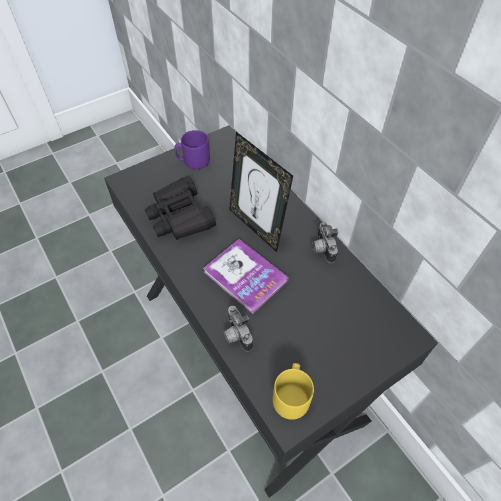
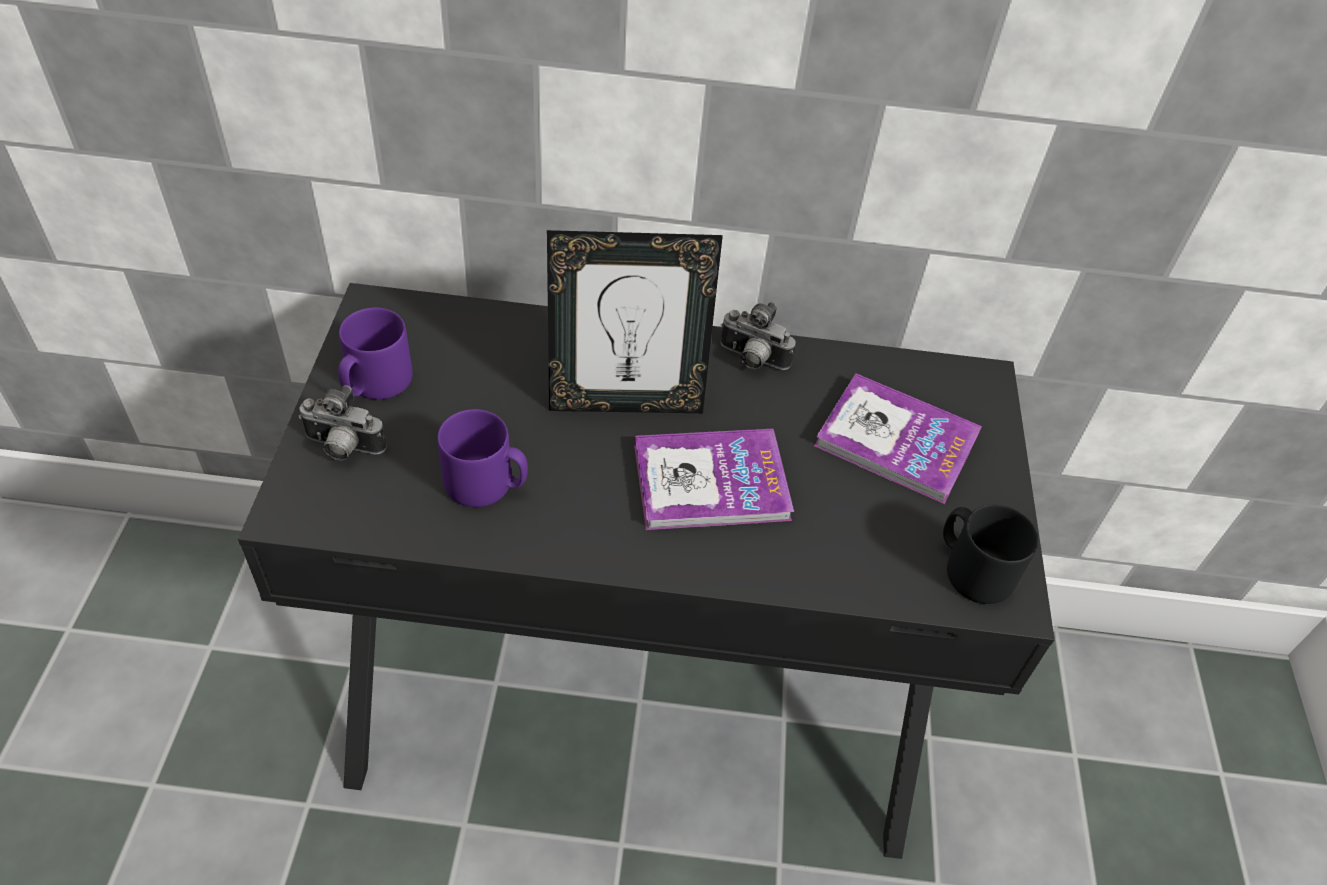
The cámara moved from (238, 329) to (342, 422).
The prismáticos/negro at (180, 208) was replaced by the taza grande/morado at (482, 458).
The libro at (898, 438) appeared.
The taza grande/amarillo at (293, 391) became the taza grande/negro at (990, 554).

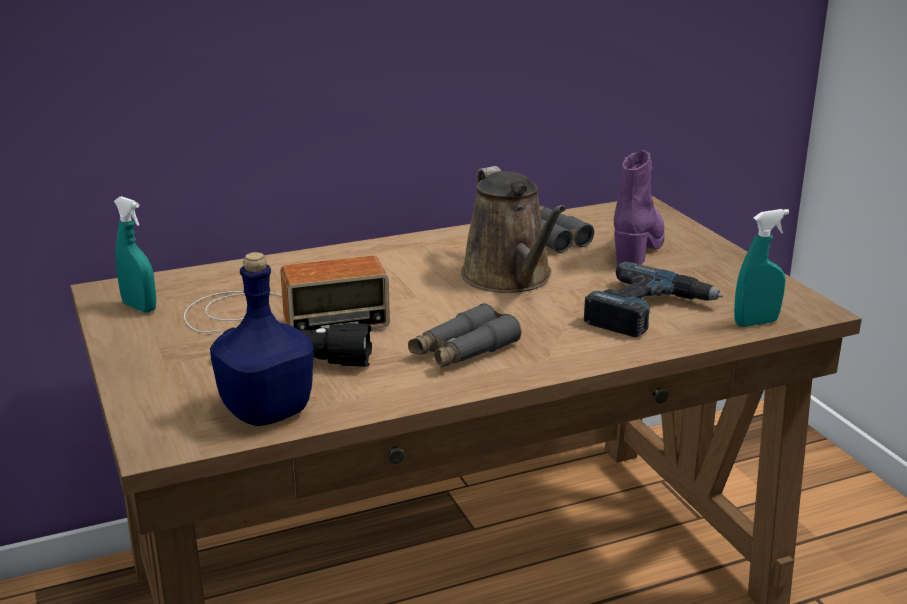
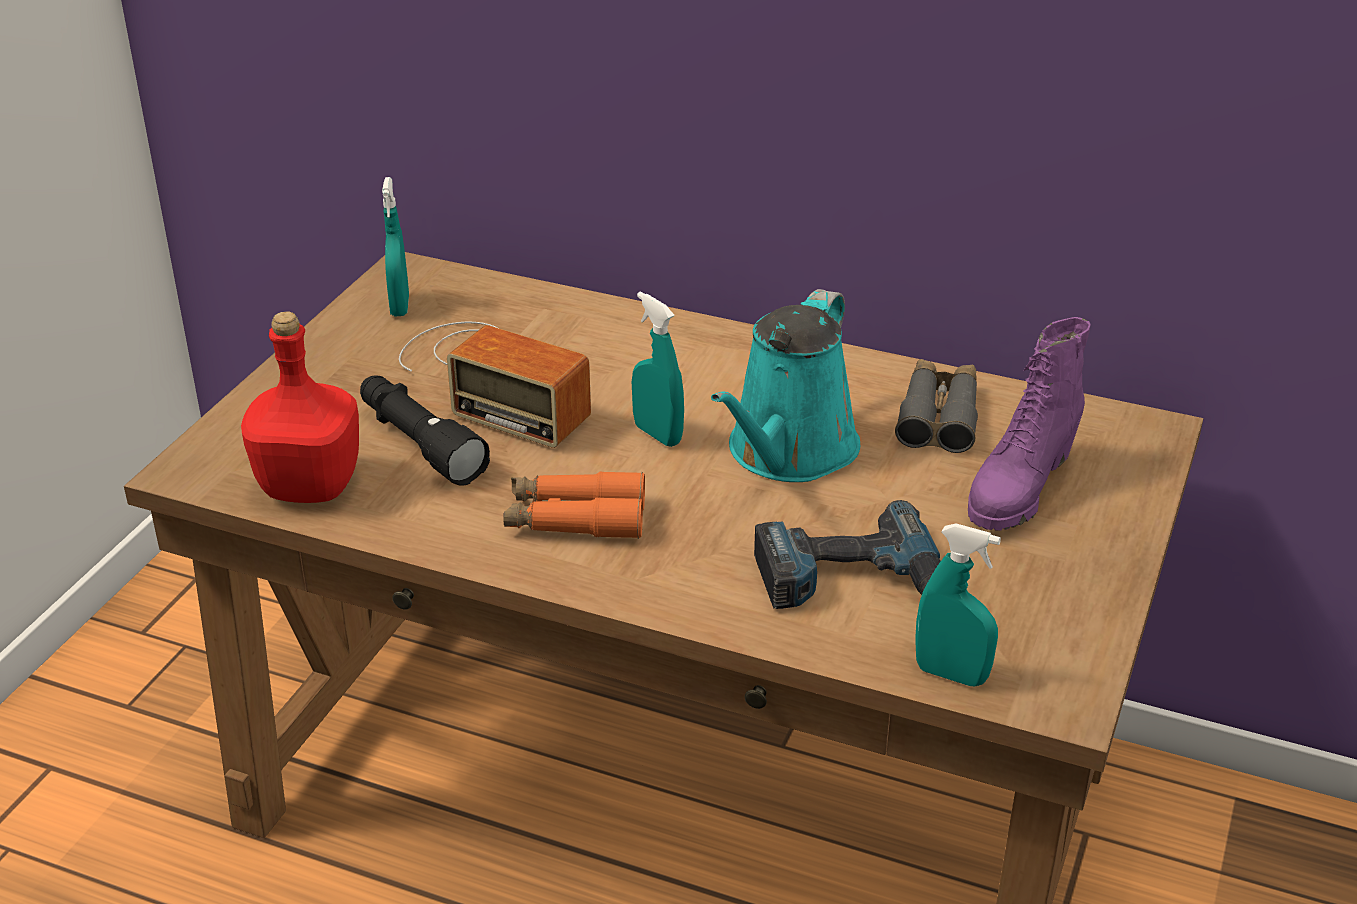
The botella/azul at (262, 339) became the botella/rojo at (300, 407).
The prismáticos/gris at (464, 335) became the prismáticos/naranja at (574, 505).
The pulverizador/turquesa at (658, 369) appeared.
The regadera/marrón at (513, 229) became the regadera/turquesa at (785, 385).
The bota/morado at (639, 208) turned 150 degrees clockwise.

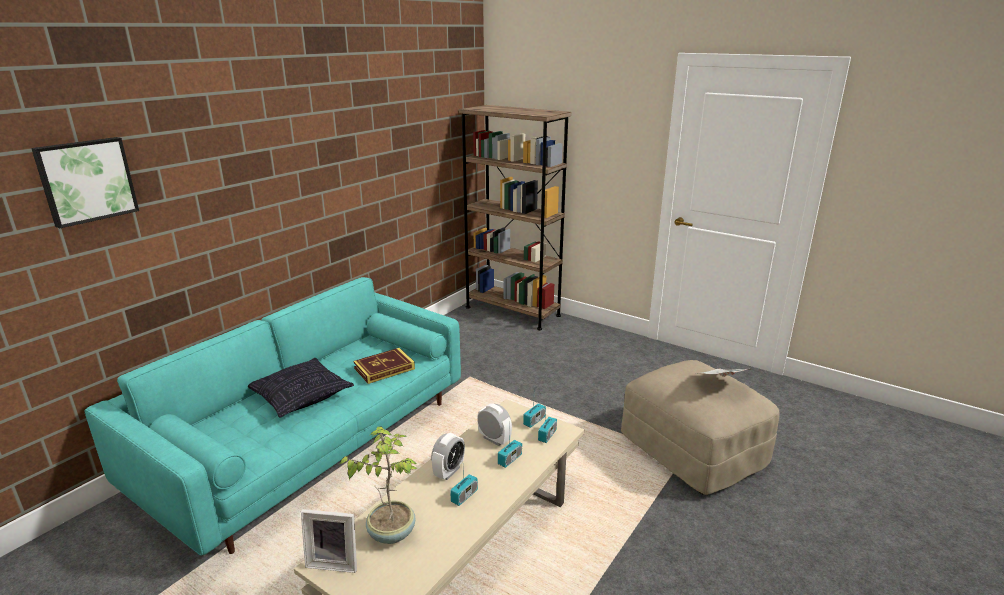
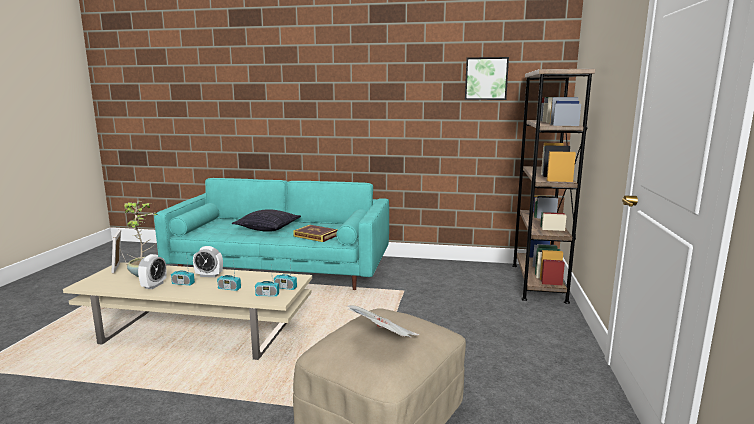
The despertador moved from (494, 424) to (152, 271).
The cuadro moved from (85, 183) to (487, 78).

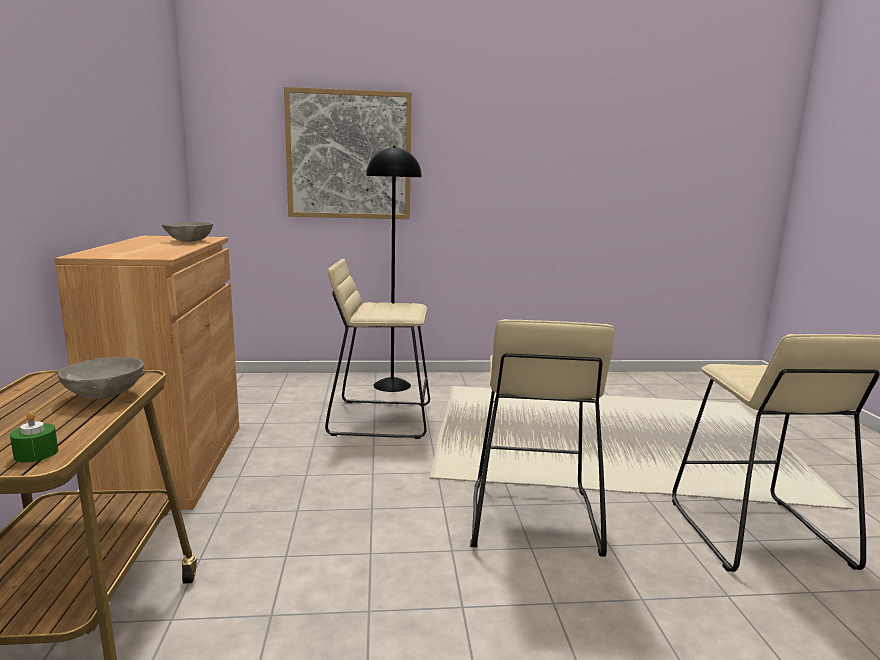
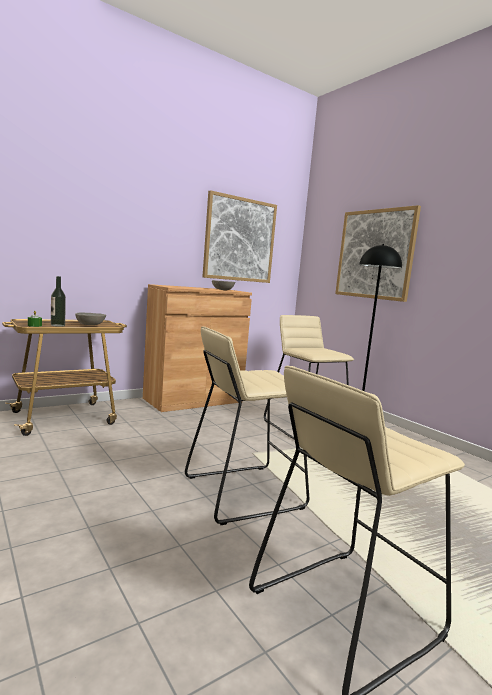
The botella at (58, 301) appeared.
The cuadro at (240, 236) appeared.

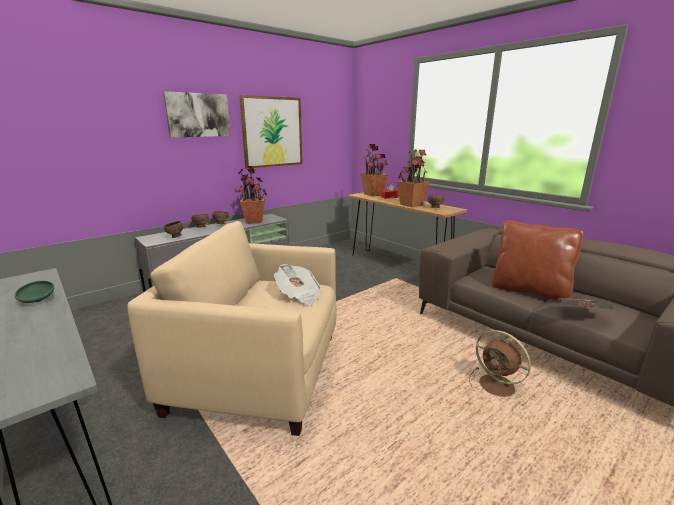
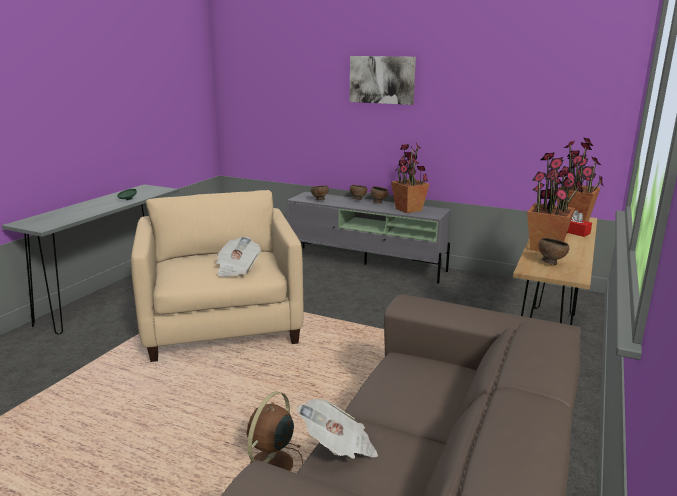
The cuadro at (271, 132) disappeared.
The cojín/marrón at (538, 260) disappeared.

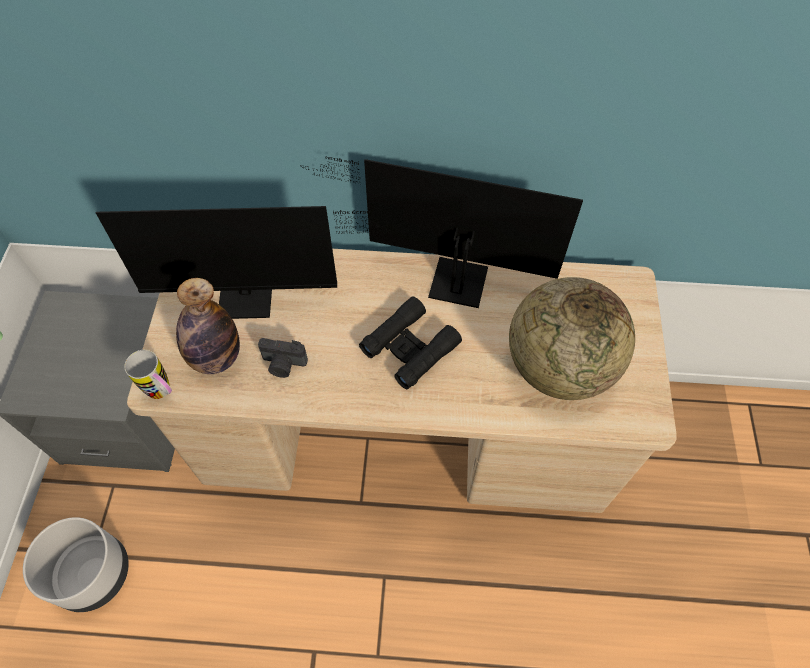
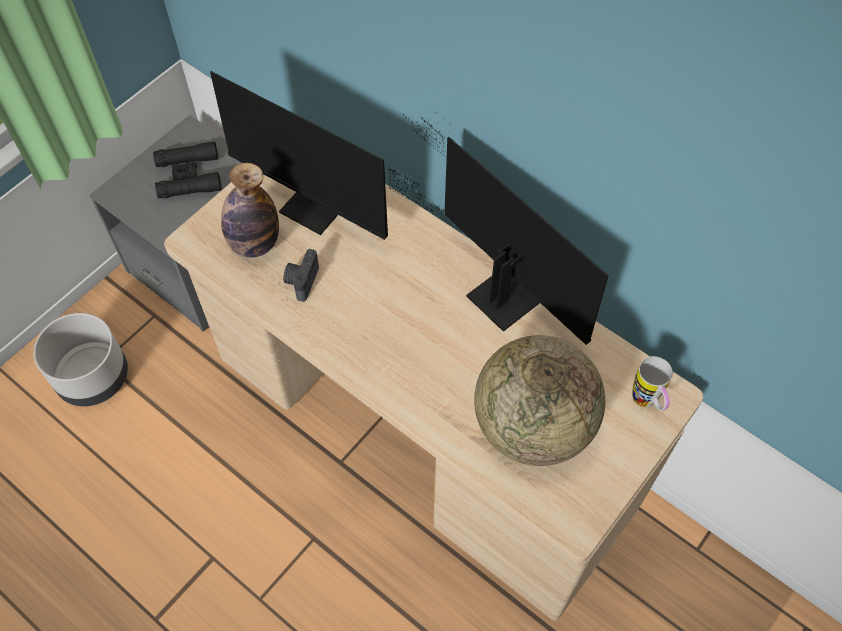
The prismáticos/negro moved from (410, 343) to (187, 169).
The cámara at (283, 358) turned 60 degrees clockwise.
The taza grande moved from (148, 374) to (652, 383).

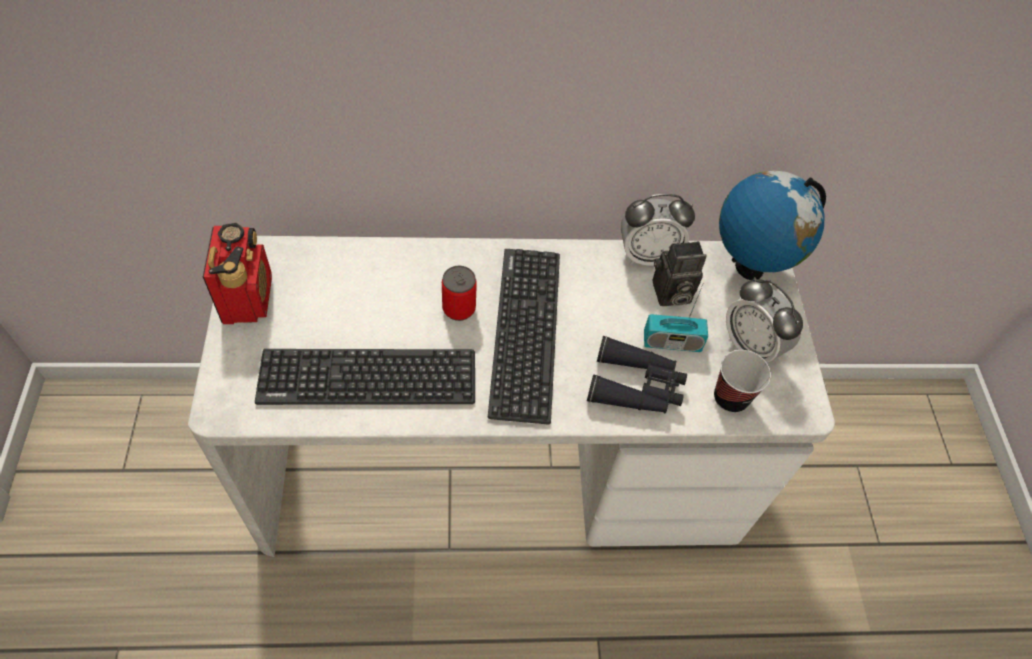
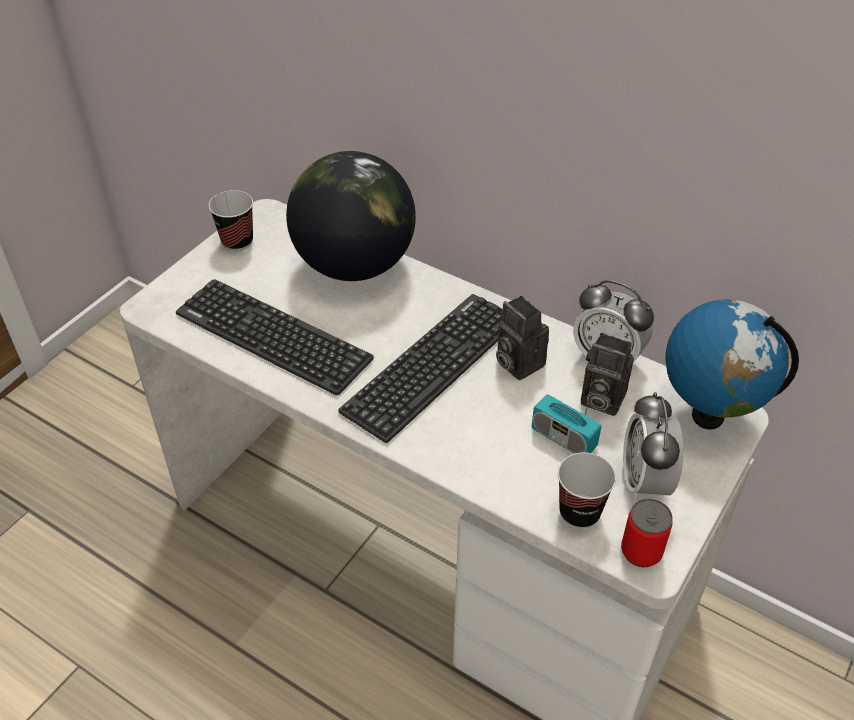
The radio at (237, 273) was replaced by the taza at (231, 220).
The globo terráqueo at (351, 216) appeared.
The cámara at (522, 338) appeared.
The lata moved from (459, 293) to (647, 533).
The prismáticos/negro at (637, 375) disappeared.

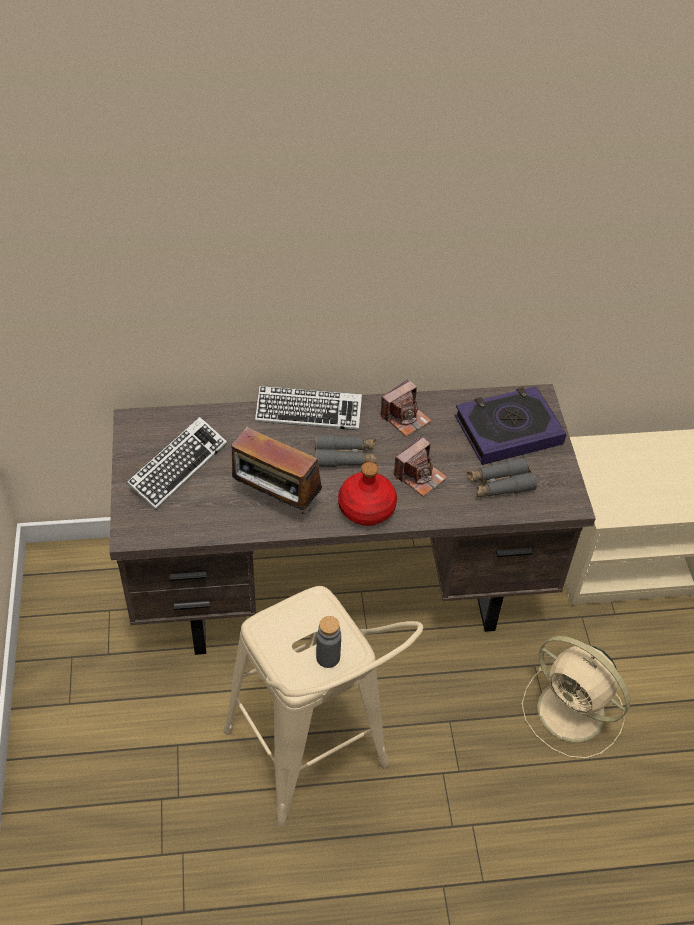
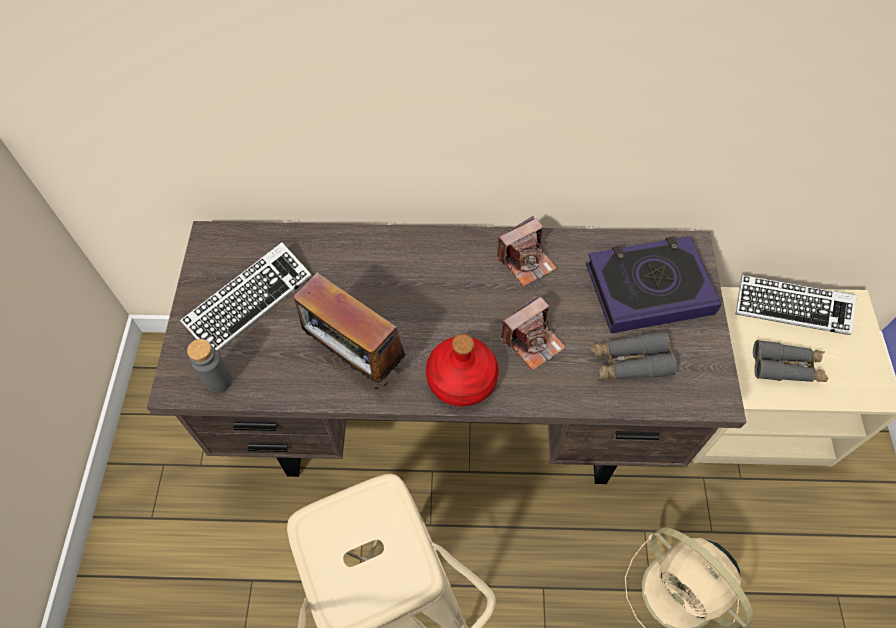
The botella/gris moved from (328, 642) to (209, 366).
The teclado moved from (308, 408) to (796, 305).
The prismáticos/gris moved from (346, 450) to (791, 361).

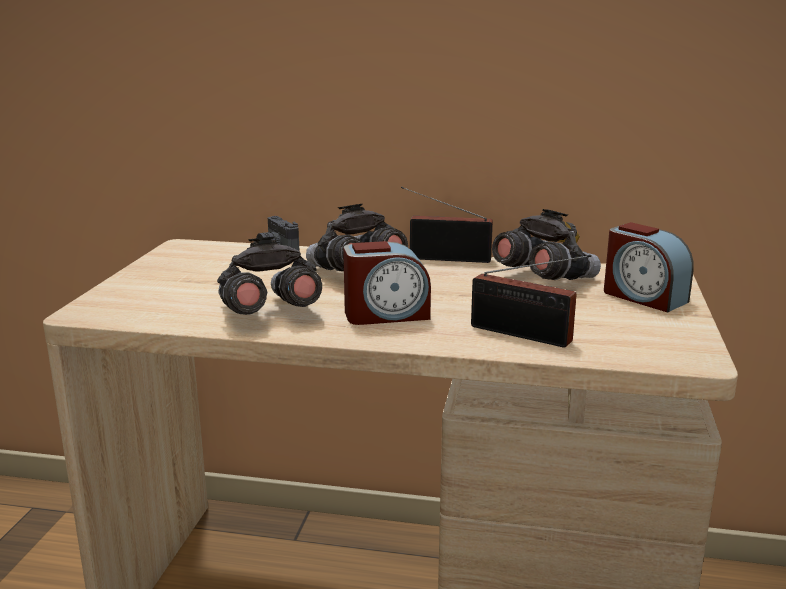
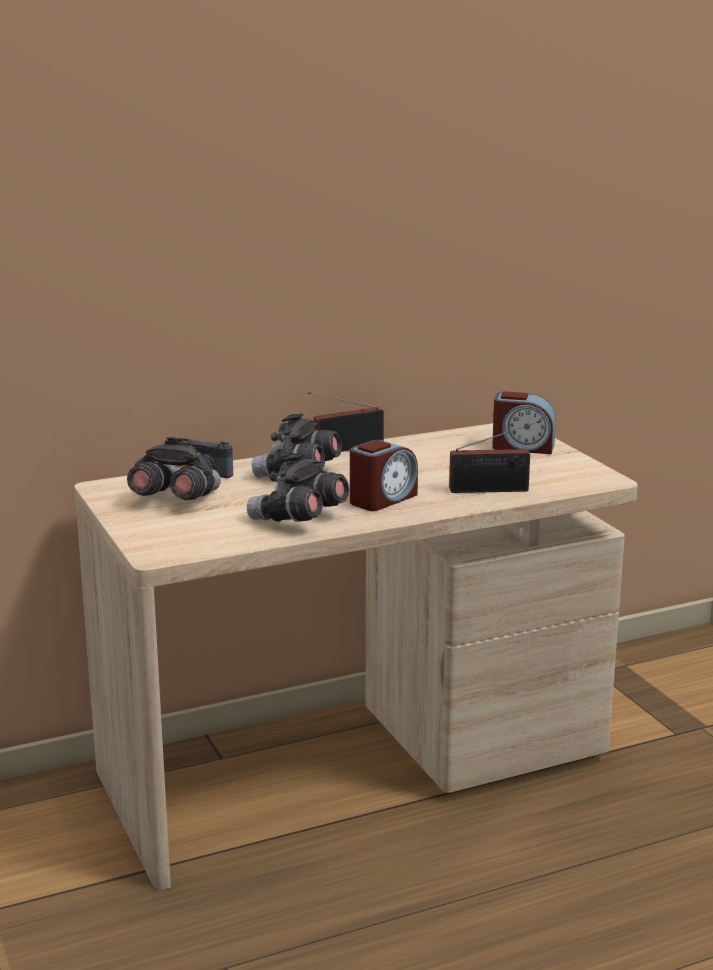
The prismáticos/gris moved from (546, 244) to (174, 468).

